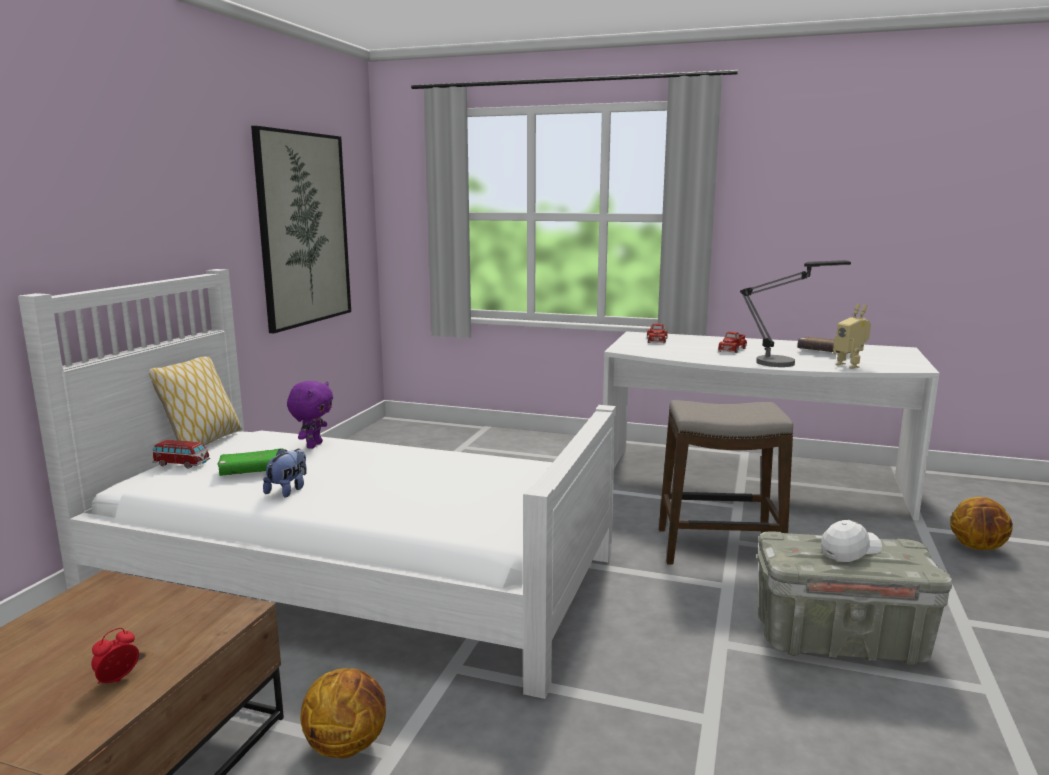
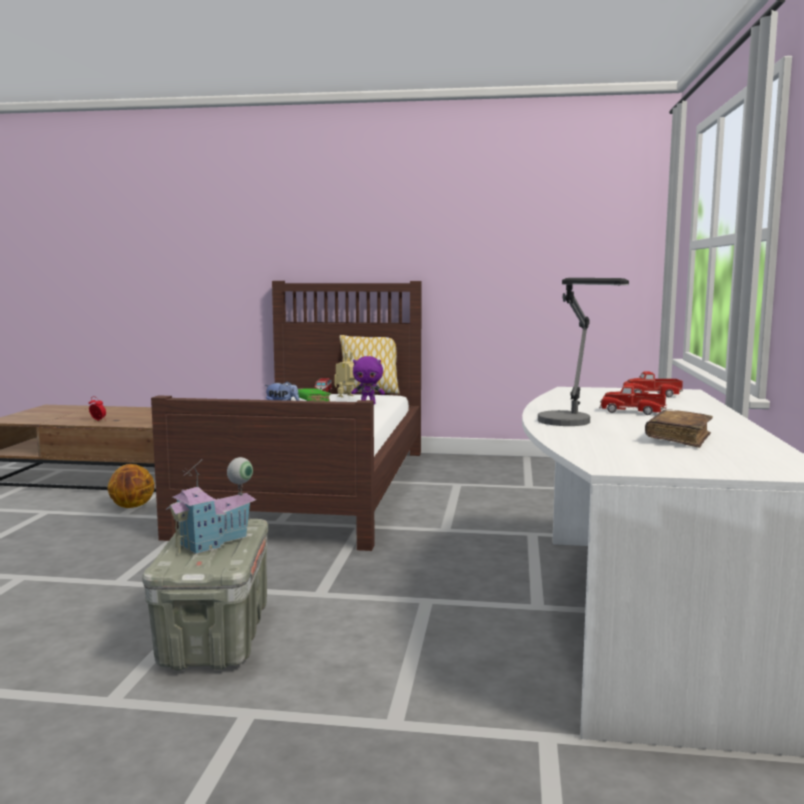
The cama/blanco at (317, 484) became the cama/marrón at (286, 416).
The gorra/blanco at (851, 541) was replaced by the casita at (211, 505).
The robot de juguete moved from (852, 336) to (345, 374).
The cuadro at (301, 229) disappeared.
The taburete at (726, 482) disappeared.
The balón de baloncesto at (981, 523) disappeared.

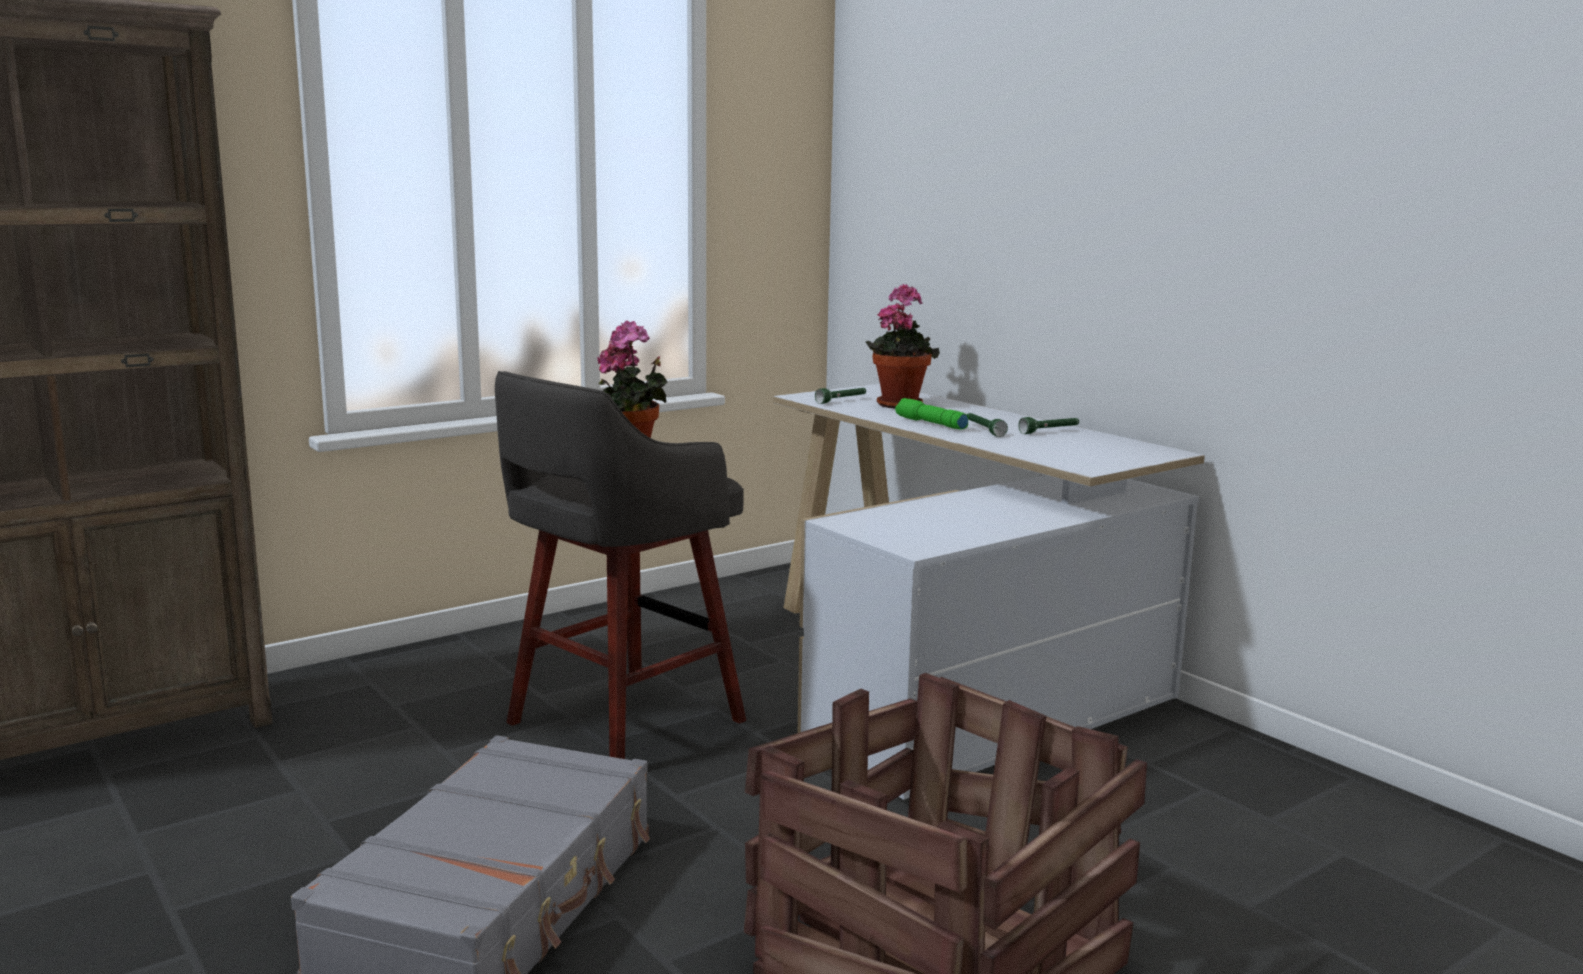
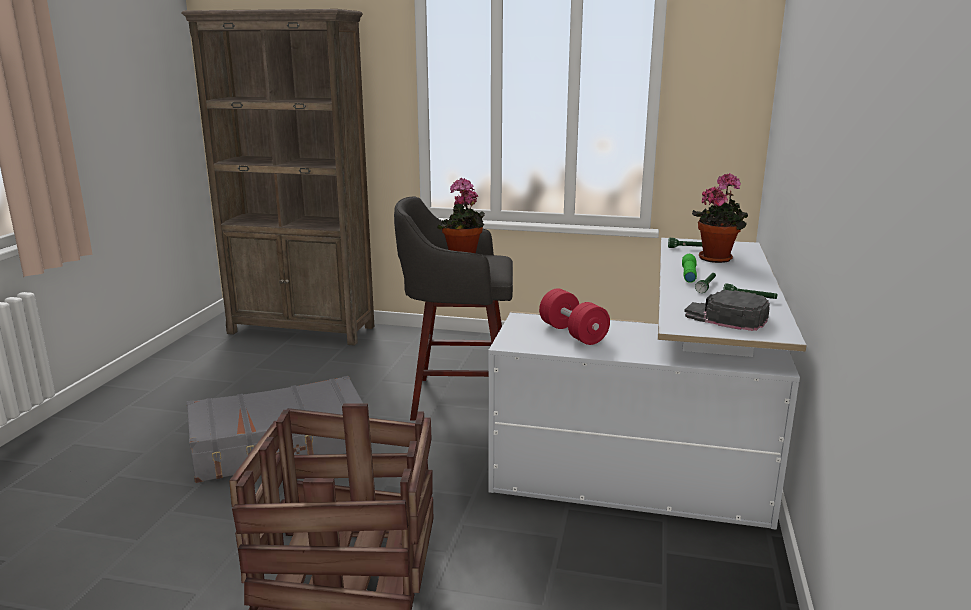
The mancuerna/rojo at (574, 316) appeared.
The gorra/negro at (727, 310) appeared.

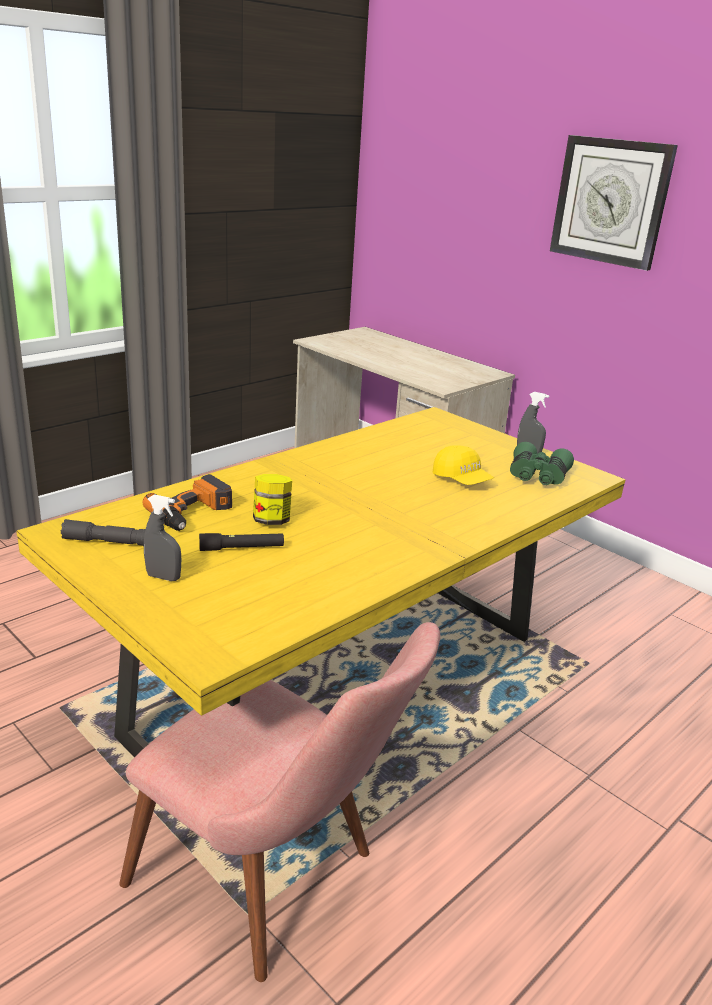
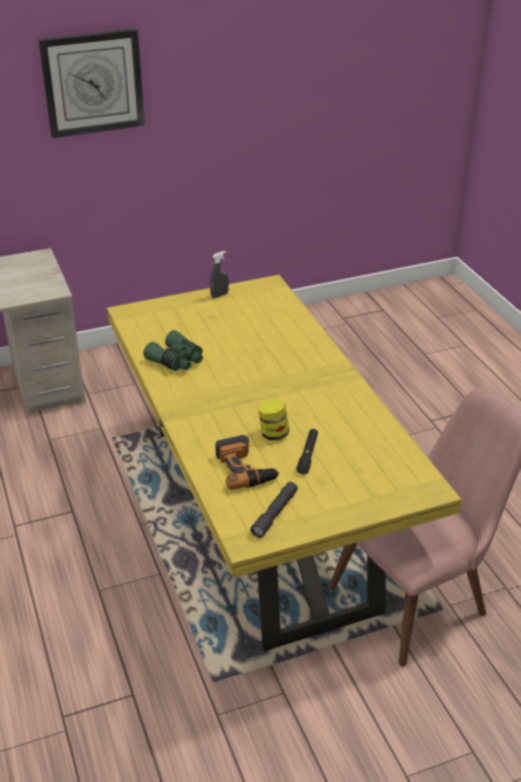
The prismáticos/verde moved from (542, 463) to (173, 350).
The pulverizador/gris at (162, 537) disappeared.
The gorra/amarillo at (463, 465) disappeared.

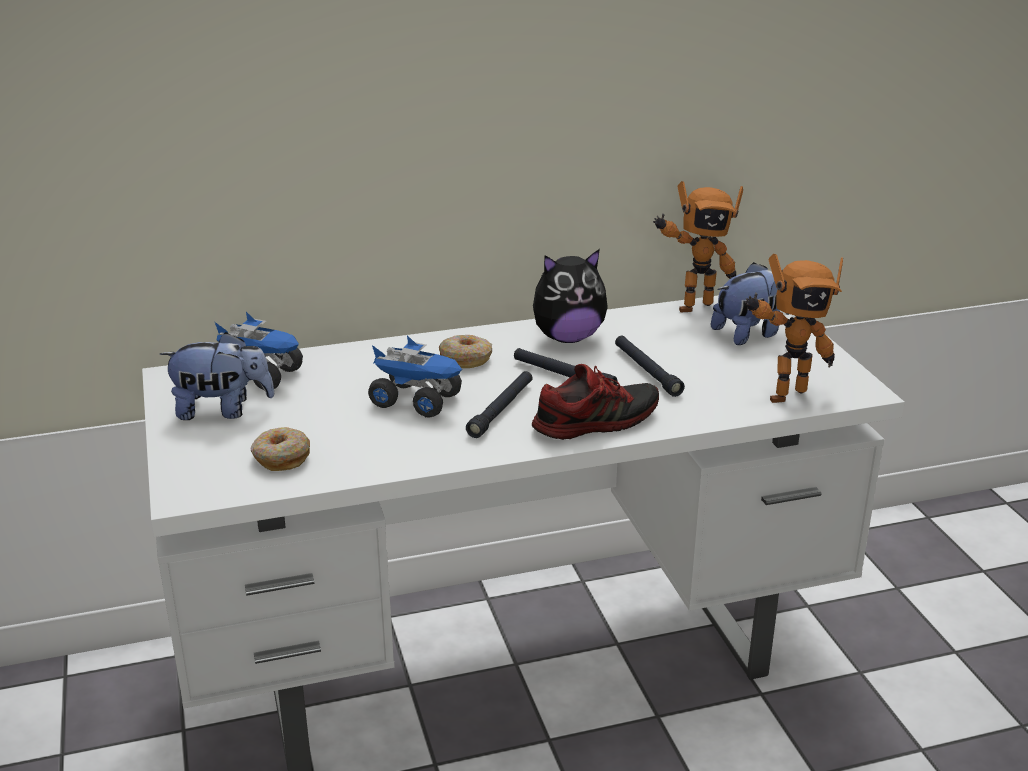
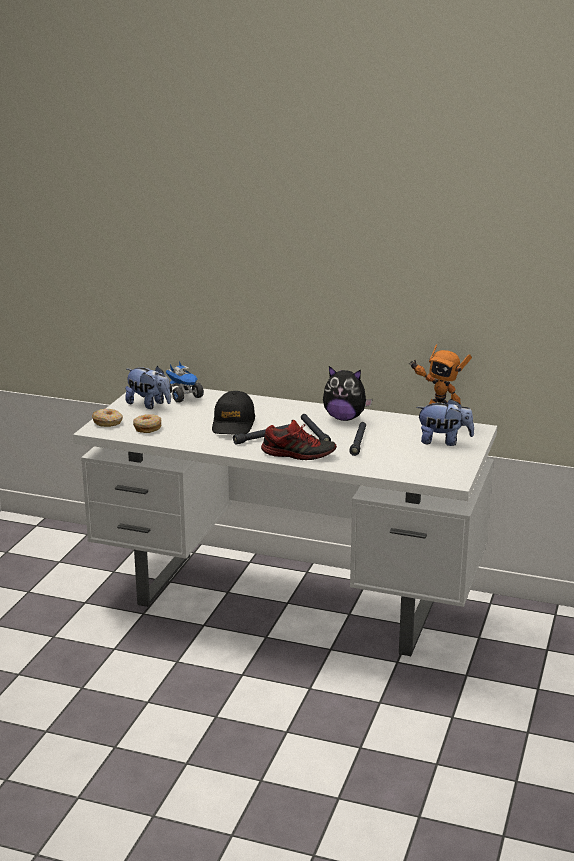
The rosquilla moved from (465, 351) to (107, 418).
The camión de juguete at (415, 376) was replaced by the gorra/negro at (233, 413).
The robot de juguete at (793, 328) disappeared.

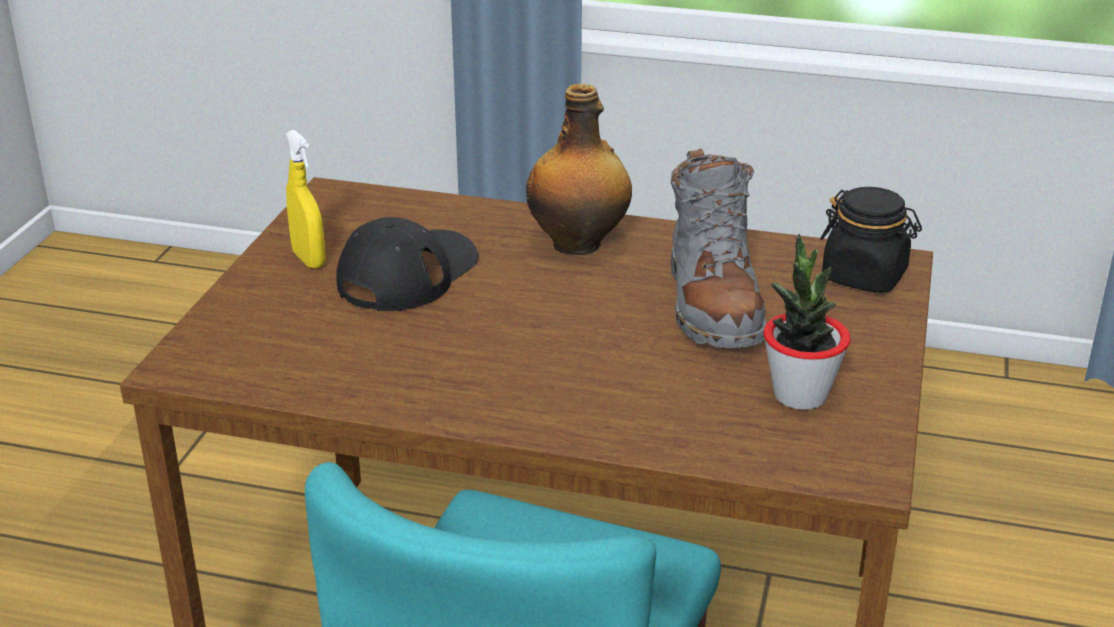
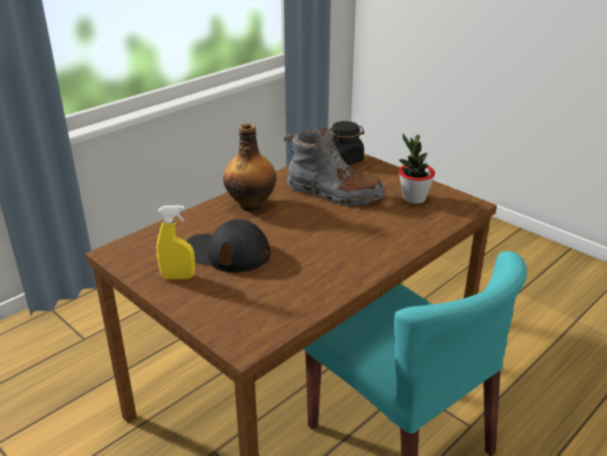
The gorra/negro at (407, 264) turned 45 degrees counterclockwise.

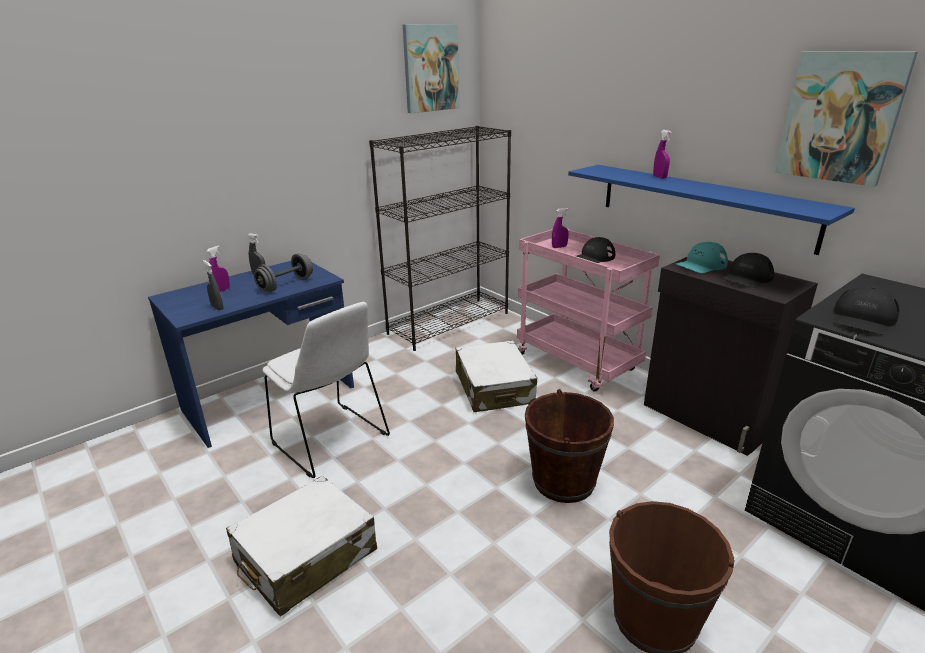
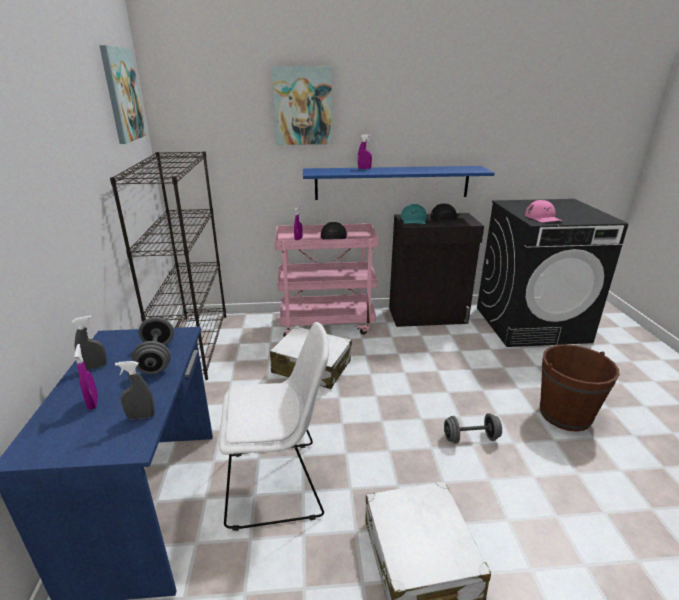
The cuadro moved from (846, 119) to (302, 105).
The mancuerna/gris at (473, 428) appeared.
The gorra/negro at (865, 310) became the gorra/rosa at (543, 211).
The cubo/marrón at (569, 446) disappeared.

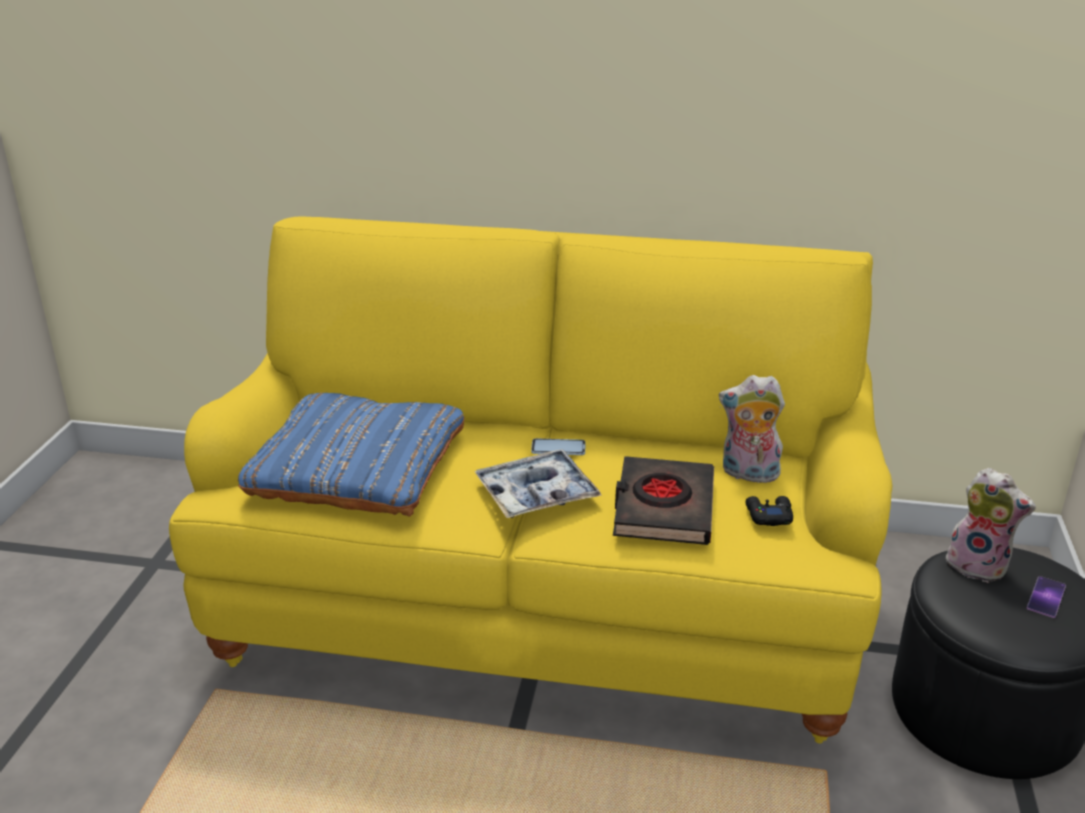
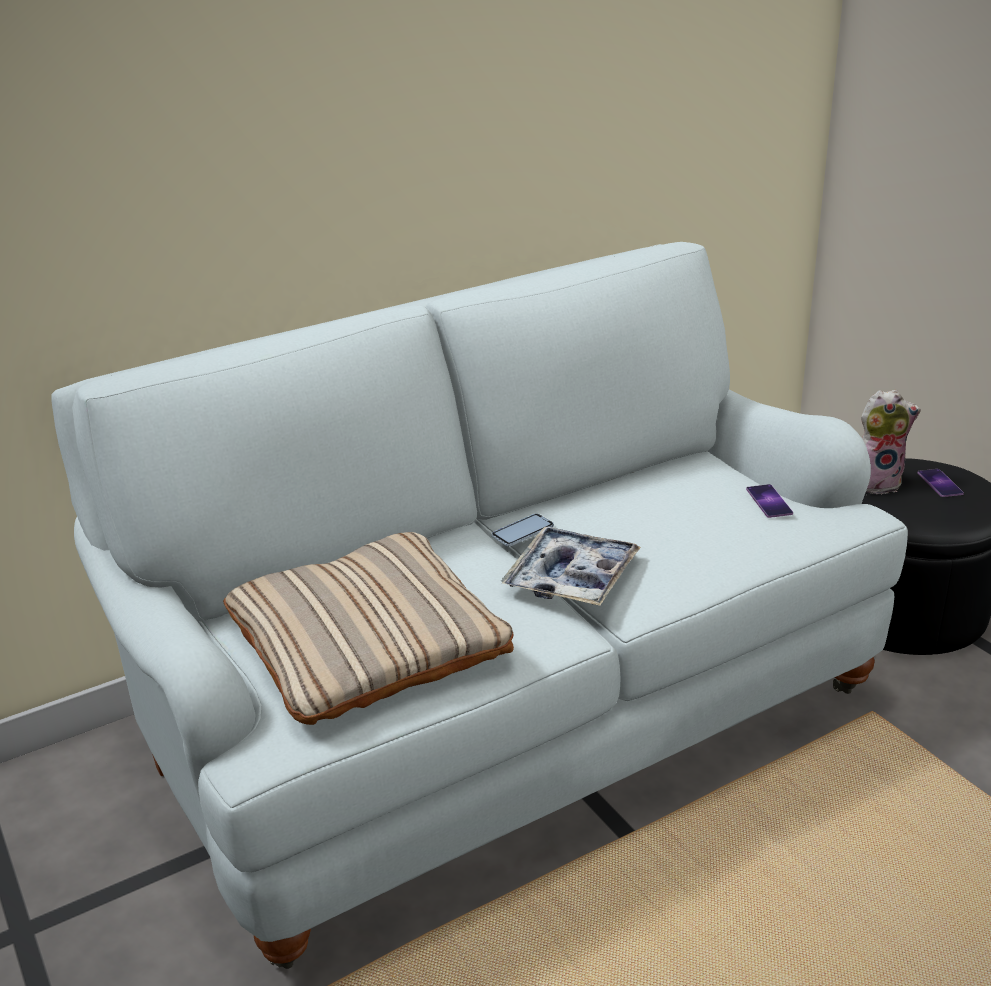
The sofá/amarillo at (530, 480) became the sofá/blanco at (479, 605).
The cojín/azul at (351, 454) became the cojín/beis at (368, 628).
The mando de consola/negro at (769, 511) was replaced by the móvil at (769, 501).
The libro/negro at (663, 500) disappeared.
The peluche at (752, 430) disappeared.

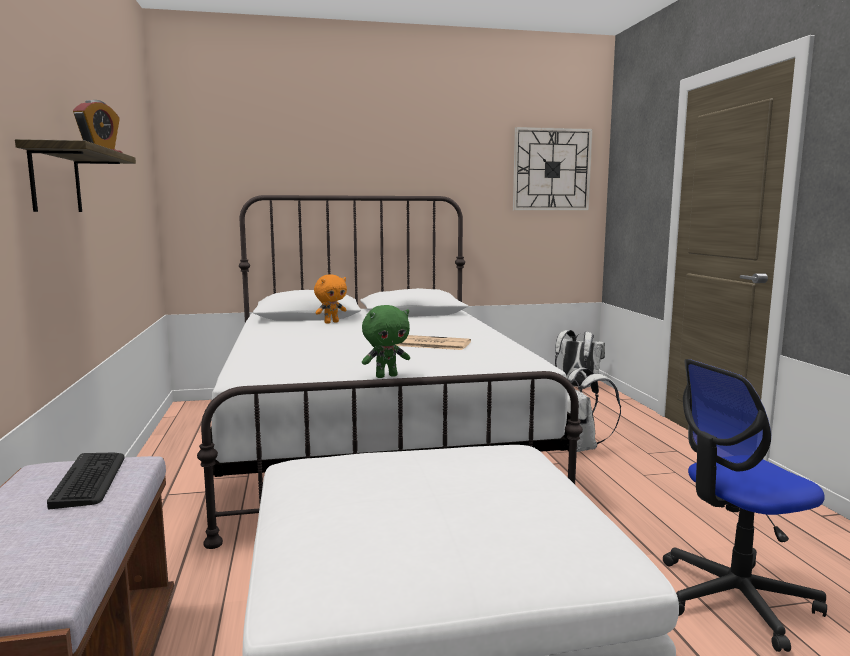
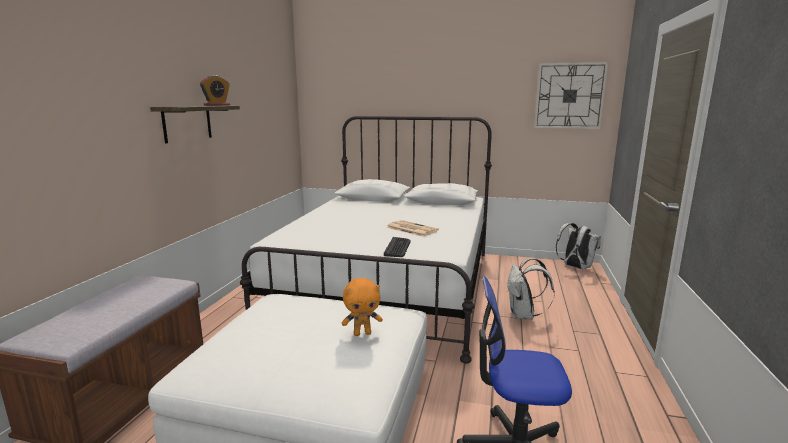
The peluche/naranja moved from (330, 299) to (362, 307).
The teclado moved from (86, 481) to (397, 247).
The peluche/verde at (386, 341) disappeared.

